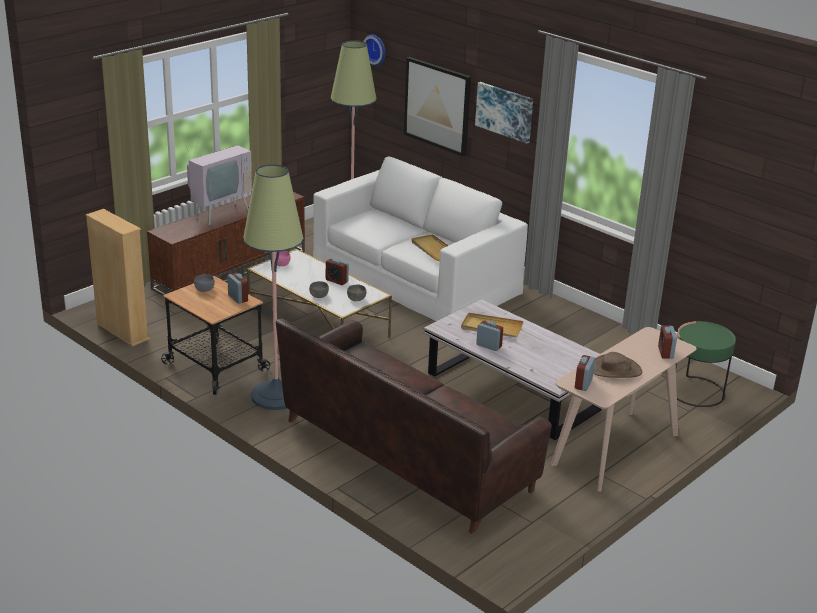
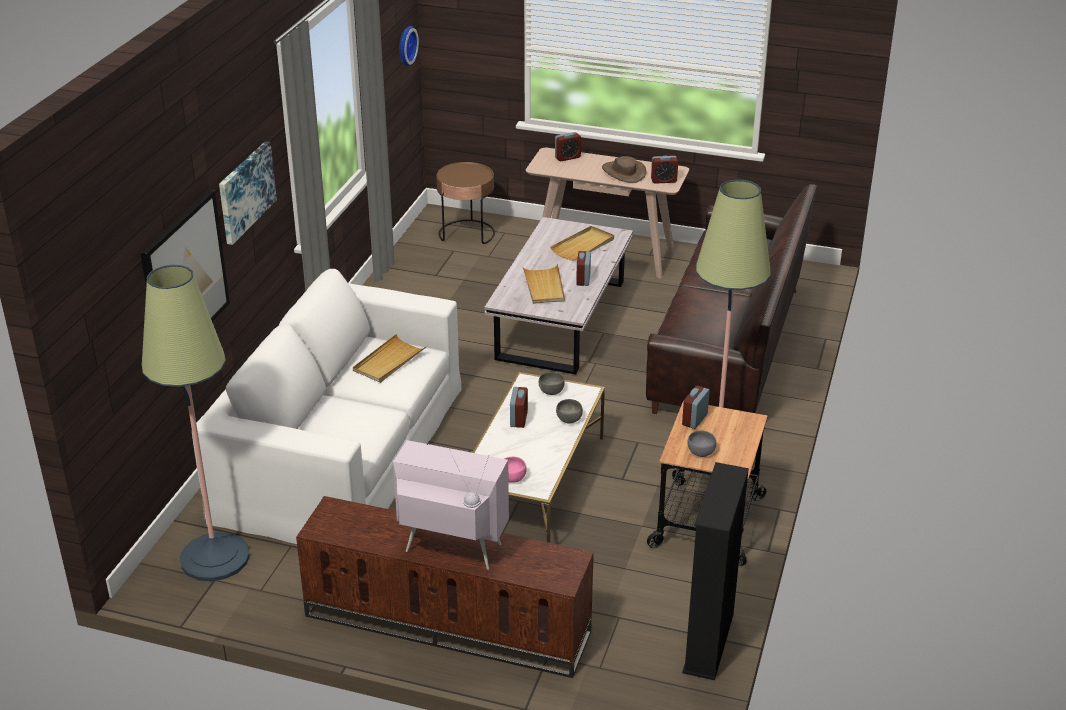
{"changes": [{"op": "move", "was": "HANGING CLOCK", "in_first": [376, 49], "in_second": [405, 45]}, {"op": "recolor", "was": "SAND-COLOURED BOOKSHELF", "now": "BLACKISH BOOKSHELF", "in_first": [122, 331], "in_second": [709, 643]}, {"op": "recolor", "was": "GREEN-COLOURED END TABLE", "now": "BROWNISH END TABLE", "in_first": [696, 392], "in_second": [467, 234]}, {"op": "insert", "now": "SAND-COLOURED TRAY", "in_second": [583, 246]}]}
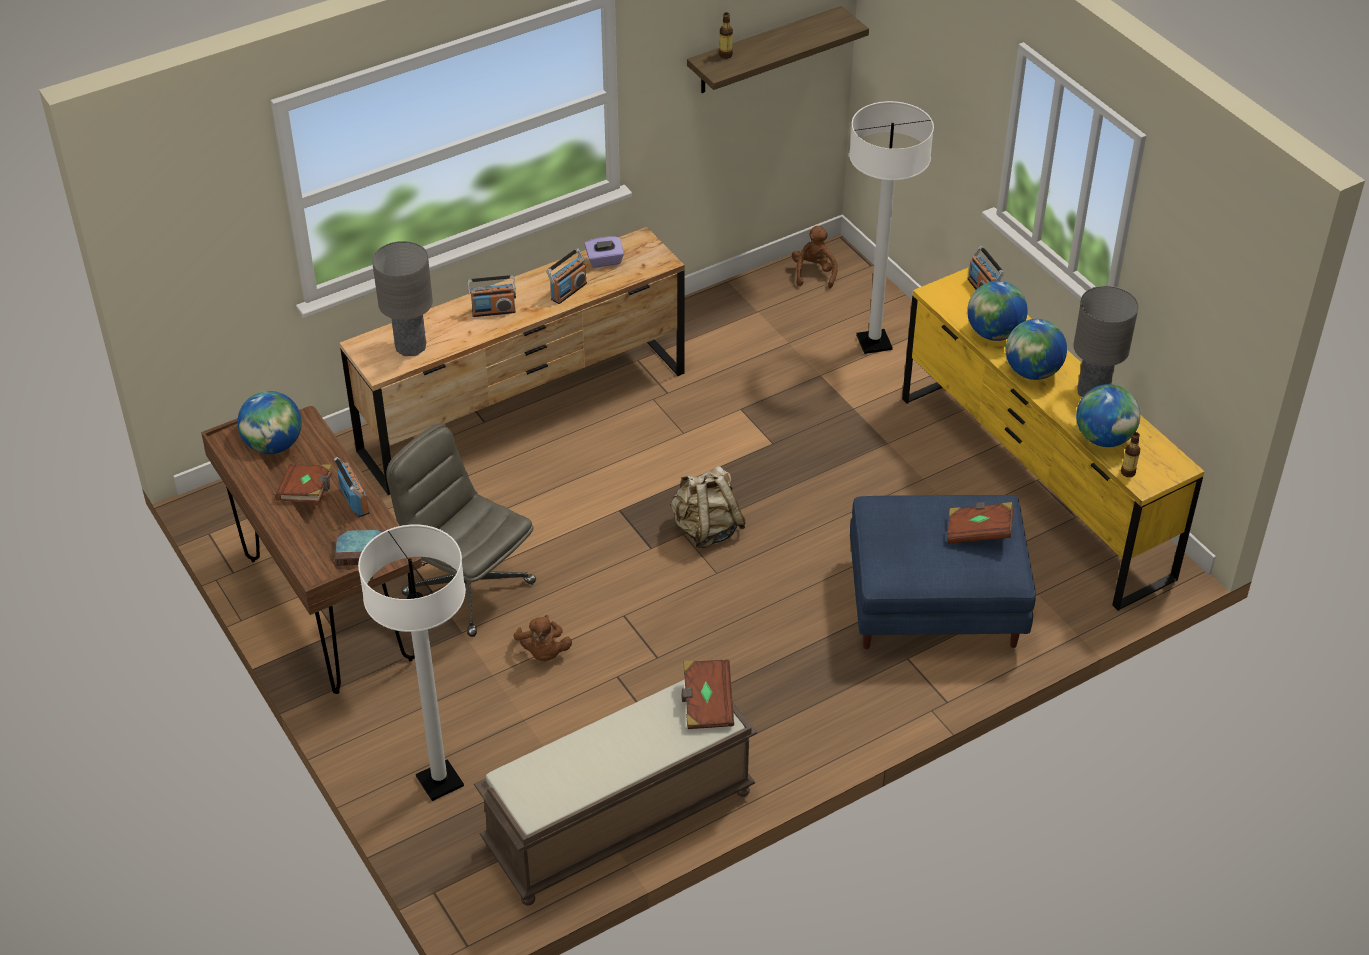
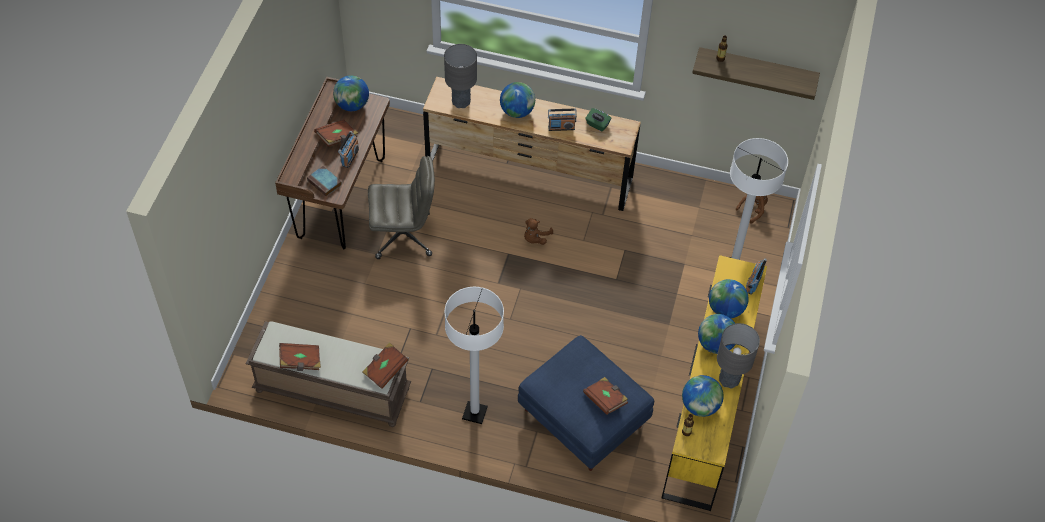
{"changes": [{"op": "recolor", "was": "PURPLE-COLOURED BOX OF TISSUES", "now": "GREEN-COLOURED BOX OF TISSUES", "in_first": [604, 261], "in_second": [597, 124]}, {"op": "replace", "was": "RADIO RECEIVER", "now": "DESK GLOBE", "in_first": [493, 311], "in_second": [517, 111]}, {"op": "rotate", "was": "GRAY DESK CHAIR", "in_first": [467, 587], "in_second": [404, 235], "clockwise": 90}, {"op": "delete", "was": "SAND-COLOURED RUCKSACK", "in_first": [706, 529]}, {"op": "move", "was": "WHITISH STANDARD LAMP", "in_first": [440, 782], "in_second": [474, 413]}, {"op": "move", "was": "BROWNISH CUDDLY TOY", "in_first": [543, 652], "in_second": [535, 238]}, {"op": "insert", "now": "BROWNISH BOOK", "in_second": [300, 361]}]}
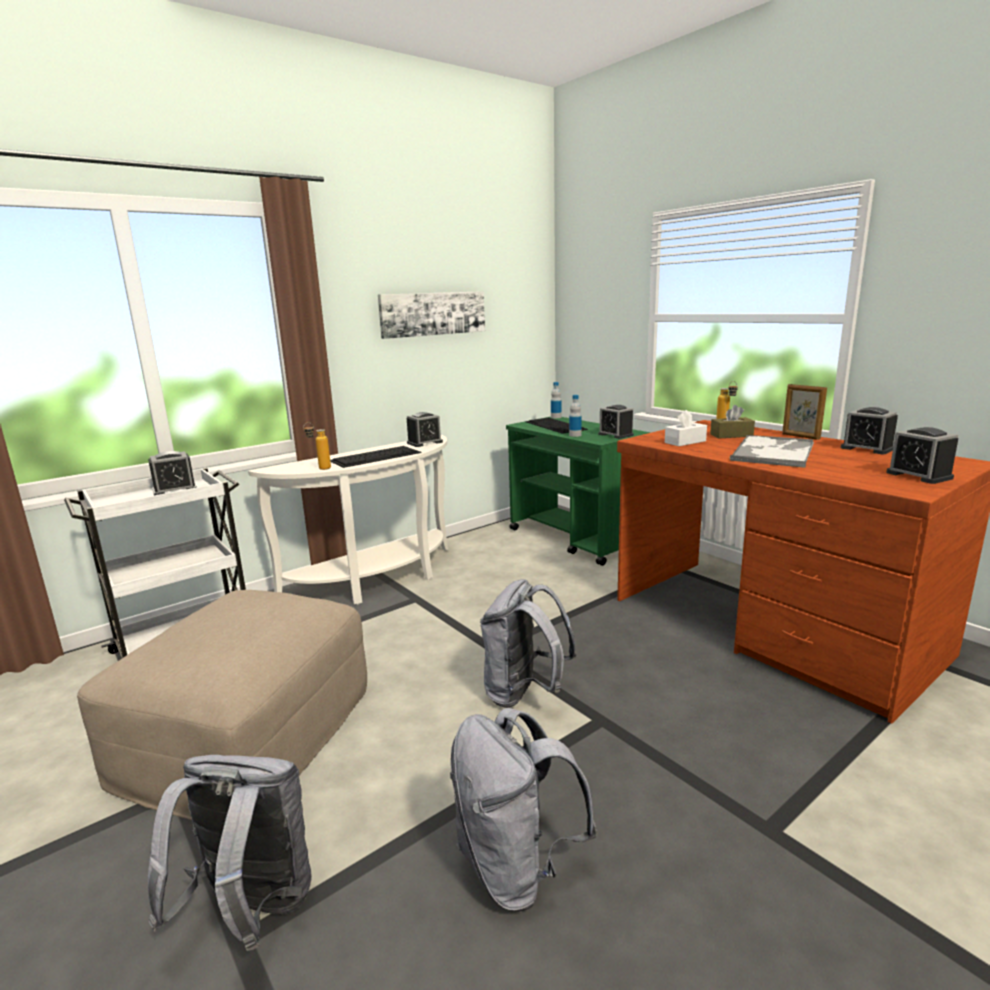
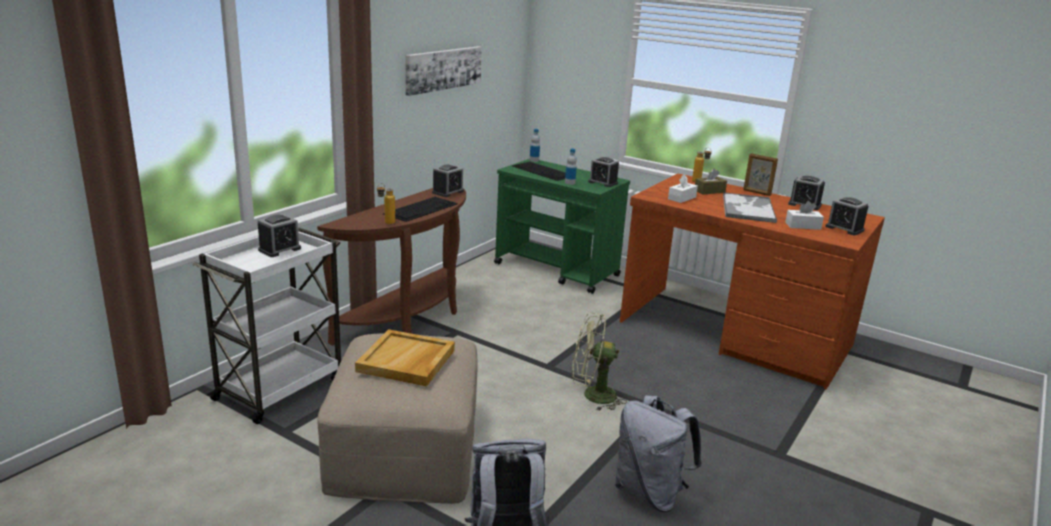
{"changes": [{"op": "recolor", "was": "WHITISH CONSOLE TABLE", "now": "BROWNISH CONSOLE TABLE", "in_first": [379, 581], "in_second": [410, 319]}, {"op": "replace", "was": "GRAY RUCKSACK", "now": "GREEN-COLOURED FAN", "in_first": [524, 693], "in_second": [592, 396]}, {"op": "insert", "now": "WHITISH BOX OF TISSUES", "in_second": [802, 226]}, {"op": "insert", "now": "SAND-COLOURED TRAY", "in_second": [406, 361]}]}
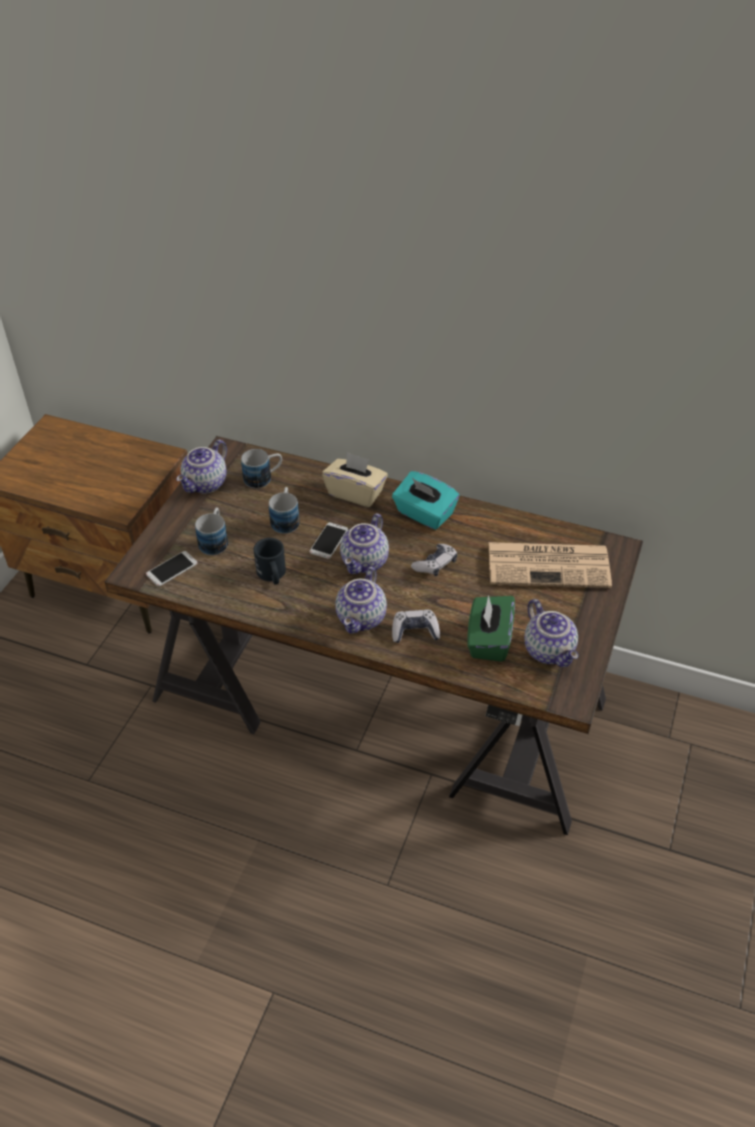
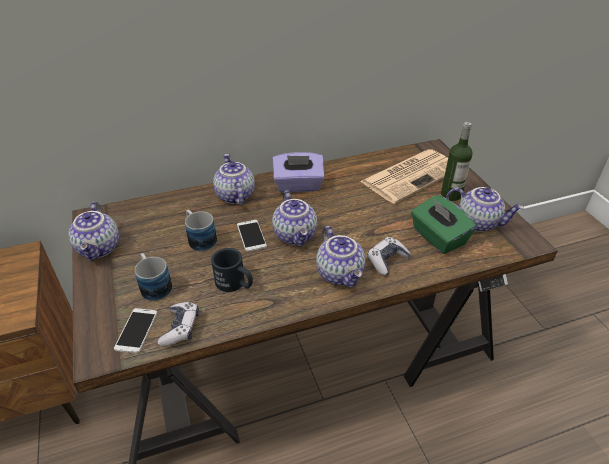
{"changes": [{"op": "delete", "was": "COFFEE MUG", "in_first": [263, 478]}, {"op": "replace", "was": "SAND-COLOURED BOX OF TISSUES", "now": "POT FOR TEA", "in_first": [355, 493], "in_second": [234, 196]}, {"op": "recolor", "was": "BLUE-GREEN BOX OF TISSUES", "now": "PURPLE-COLOURED BOX OF TISSUES", "in_first": [424, 514], "in_second": [298, 185]}, {"op": "move", "was": "GAMEPAD", "in_first": [435, 564], "in_second": [180, 328]}, {"op": "insert", "now": "DRINK BOTTLE", "in_second": [451, 194]}]}
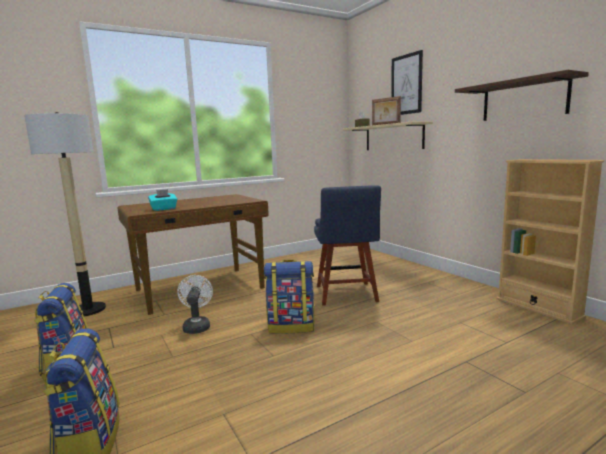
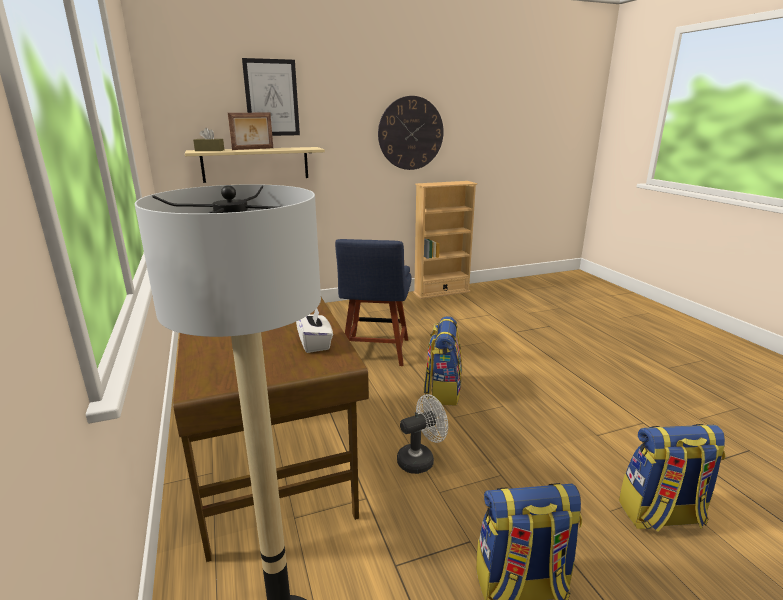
{"changes": [{"op": "replace", "was": "BRACKET SHELF", "now": "HANGING CLOCK", "in_first": [524, 100], "in_second": [411, 133]}, {"op": "rotate", "was": "BLUE CHAIR", "in_first": [346, 295], "in_second": [375, 352], "clockwise": 90}, {"op": "recolor", "was": "BLUE-GREEN BOX OF TISSUES", "now": "WHITISH BOX OF TISSUES", "in_first": [164, 209], "in_second": [315, 343]}, {"op": "rotate", "was": "WHITISH FAN", "in_first": [197, 326], "in_second": [420, 459], "clockwise": 150}]}
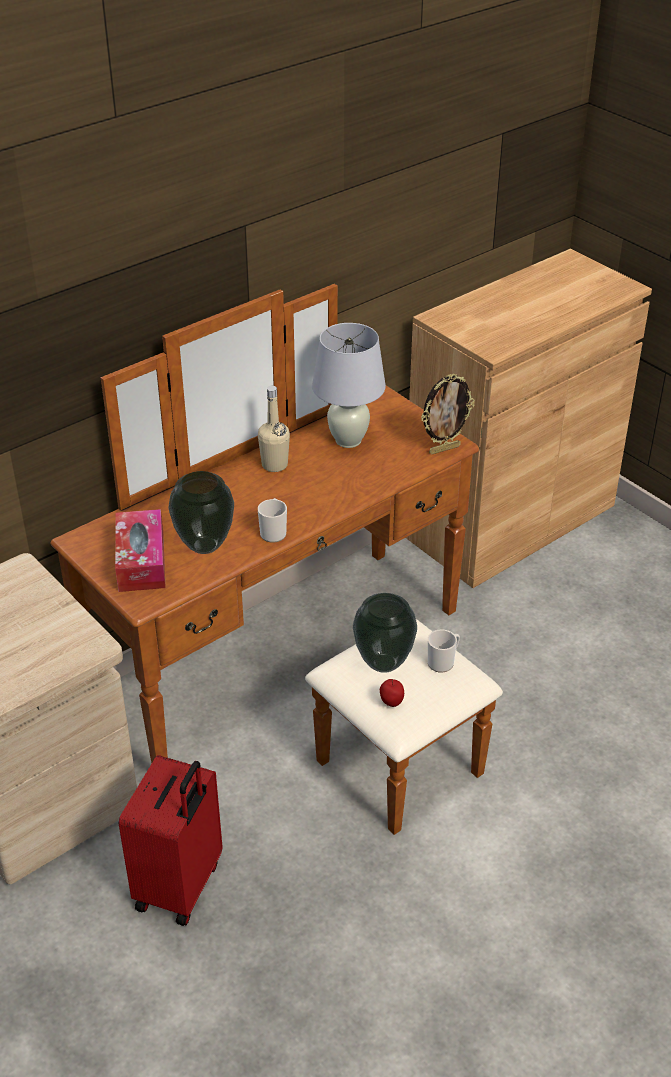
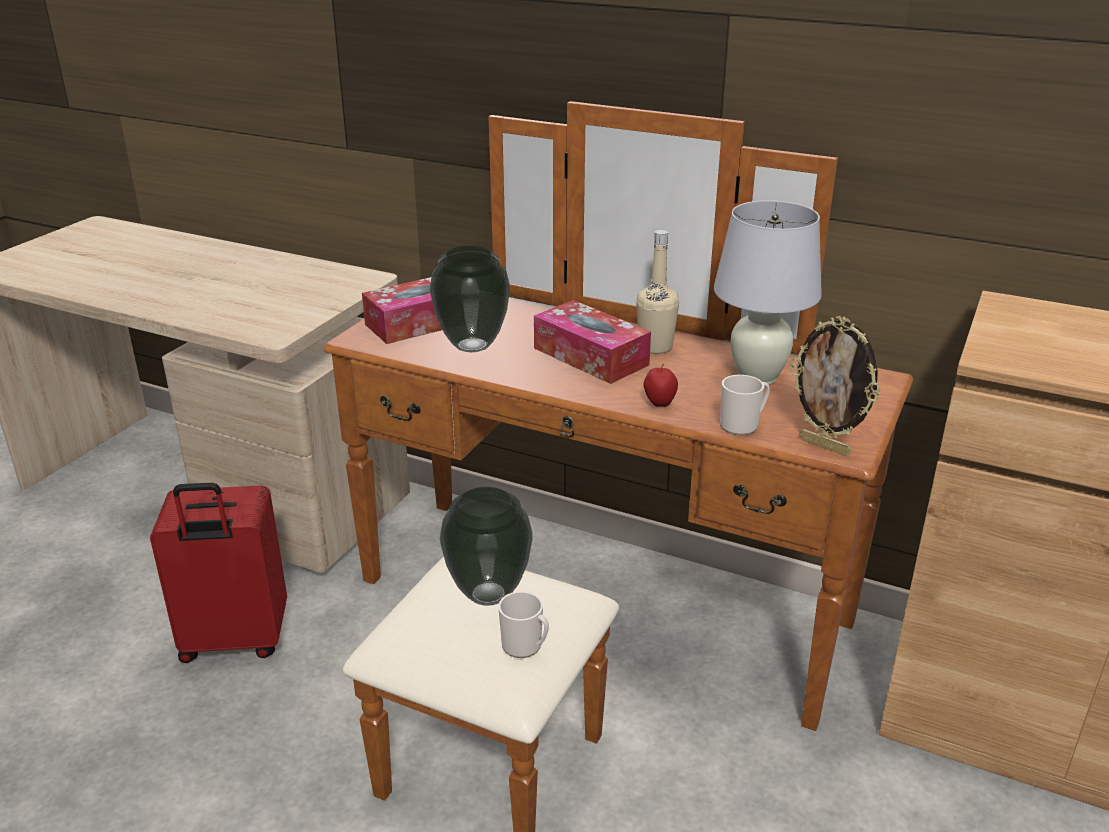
{"changes": [{"op": "move", "was": "COFFEE MUG", "in_first": [273, 532], "in_second": [742, 425]}, {"op": "move", "was": "APPLE FRUIT", "in_first": [391, 703], "in_second": [659, 404]}, {"op": "insert", "now": "BOX OF TISSUES", "in_second": [590, 356]}]}
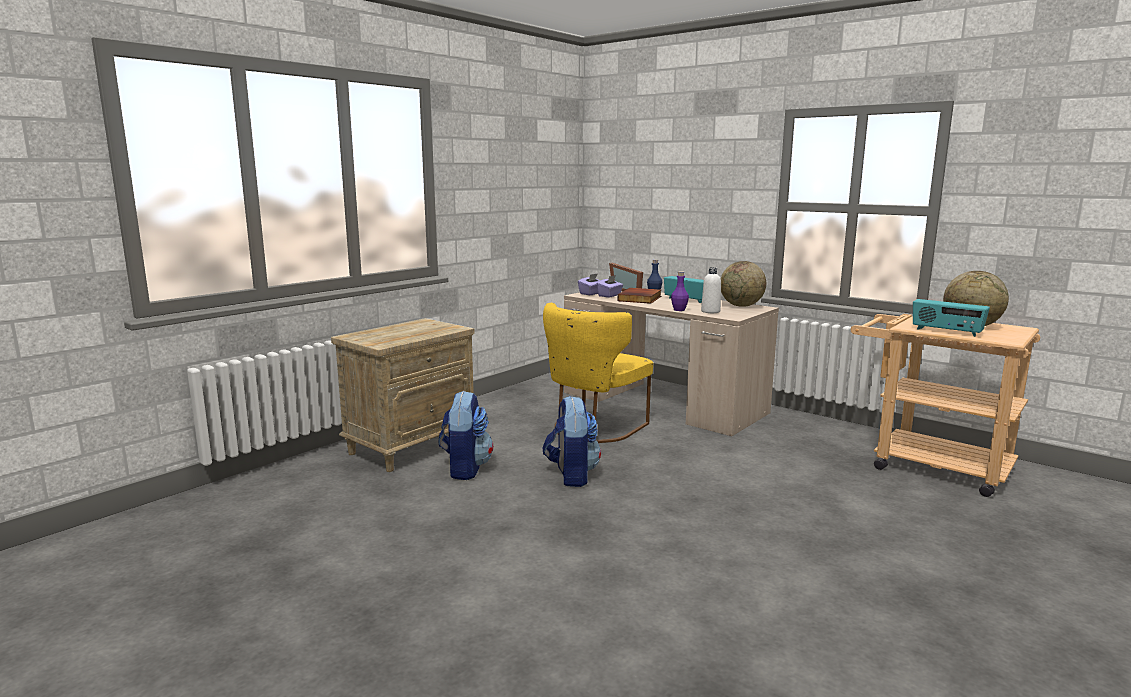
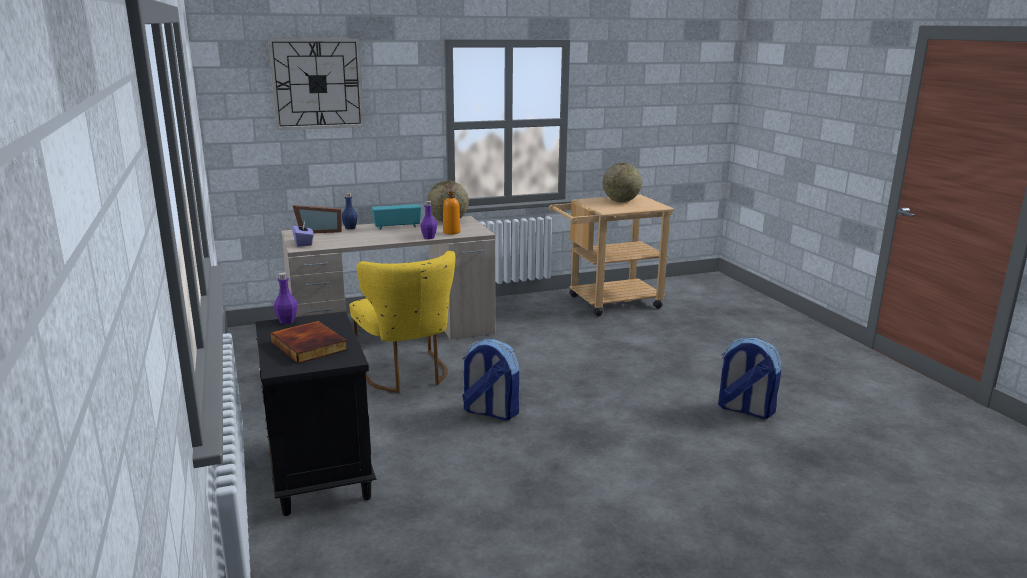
{"changes": [{"op": "recolor", "was": "WHITISH DRINK BOTTLE", "now": "ORANGEY DRINK BOTTLE", "in_first": [710, 311], "in_second": [451, 232]}, {"op": "delete", "was": "PURPLE-COLOURED BOX OF TISSUES", "in_first": [610, 295]}, {"op": "move", "was": "BOOK", "in_first": [640, 298], "in_second": [310, 345]}, {"op": "delete", "was": "RADIO RECEIVER", "in_first": [946, 332]}, {"op": "recolor", "was": "SAND-COLOURED BEDSIDE TABLE", "now": "BLACKISH BEDSIDE TABLE", "in_first": [412, 446], "in_second": [319, 471]}, {"op": "move", "was": "RUCKSACK", "in_first": [465, 468], "in_second": [744, 409]}, {"op": "insert", "now": "HANGING CLOCK", "in_second": [317, 84]}, {"op": "insert", "now": "PURPLE-COLOURED DRINK BOTTLE", "in_second": [287, 321]}]}
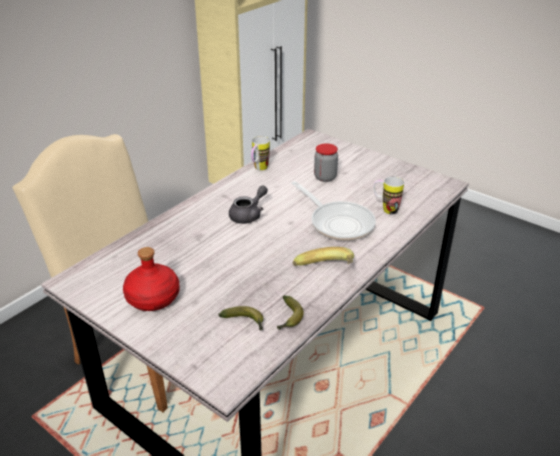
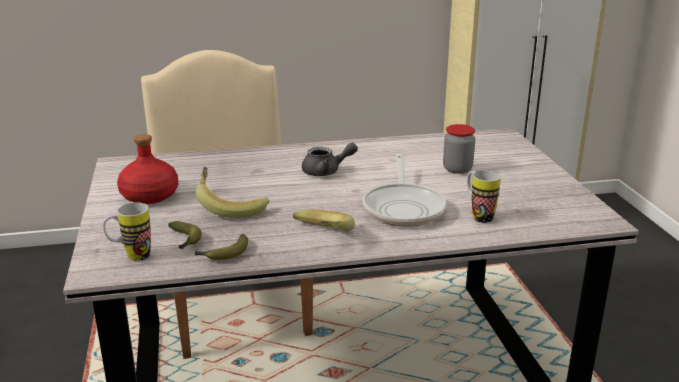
{"changes": [{"op": "move", "was": "COFFEE MUG", "in_first": [259, 169], "in_second": [131, 257]}, {"op": "insert", "now": "BANANA FRUIT", "in_second": [230, 207]}]}
